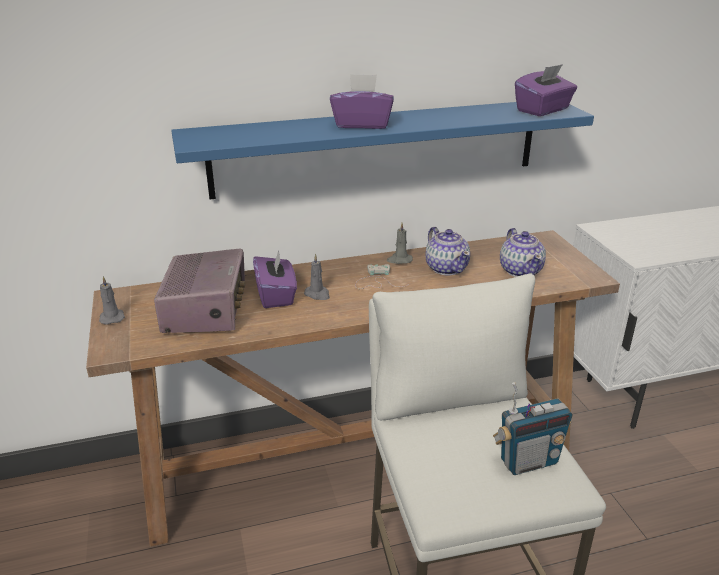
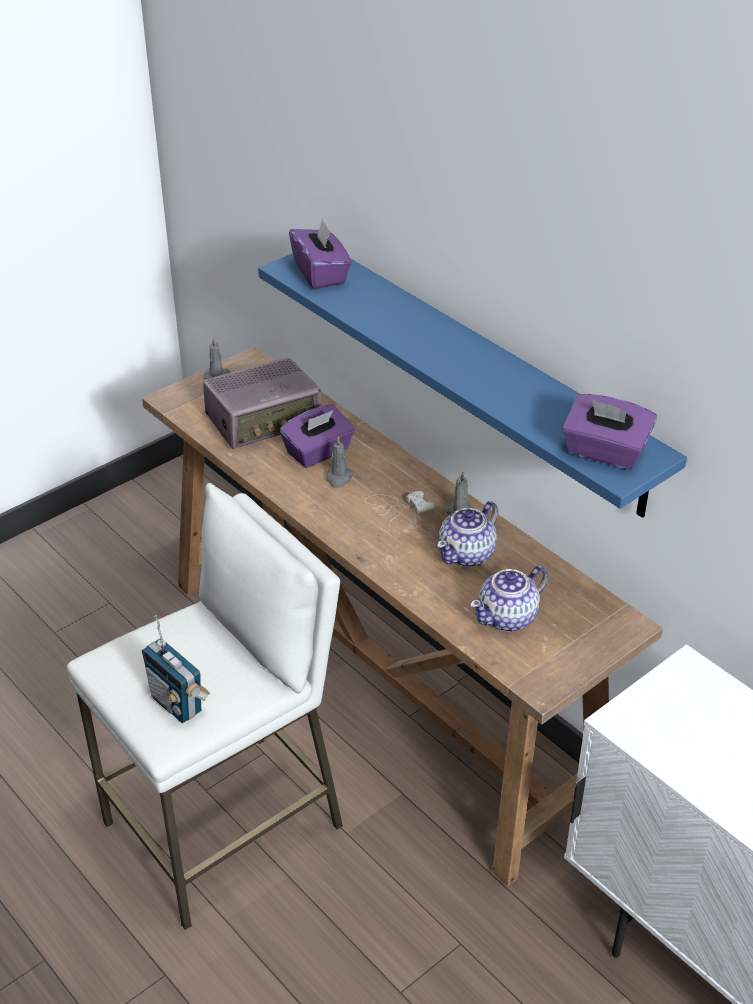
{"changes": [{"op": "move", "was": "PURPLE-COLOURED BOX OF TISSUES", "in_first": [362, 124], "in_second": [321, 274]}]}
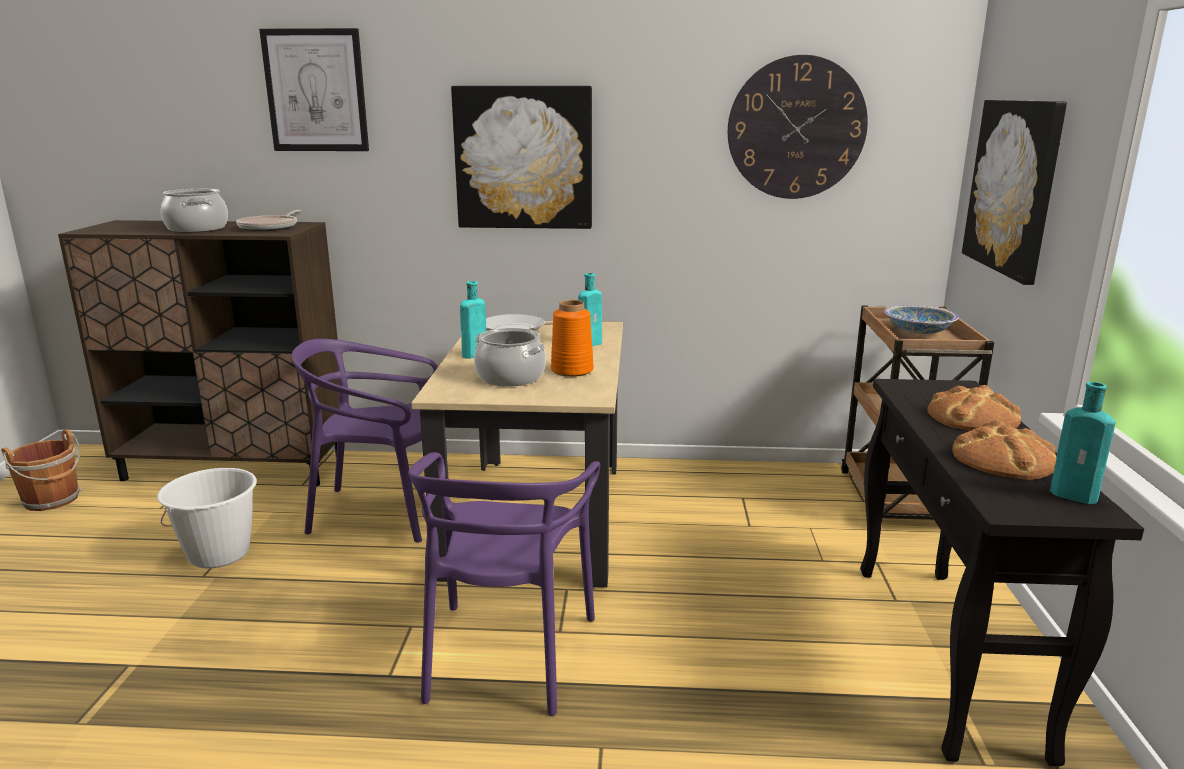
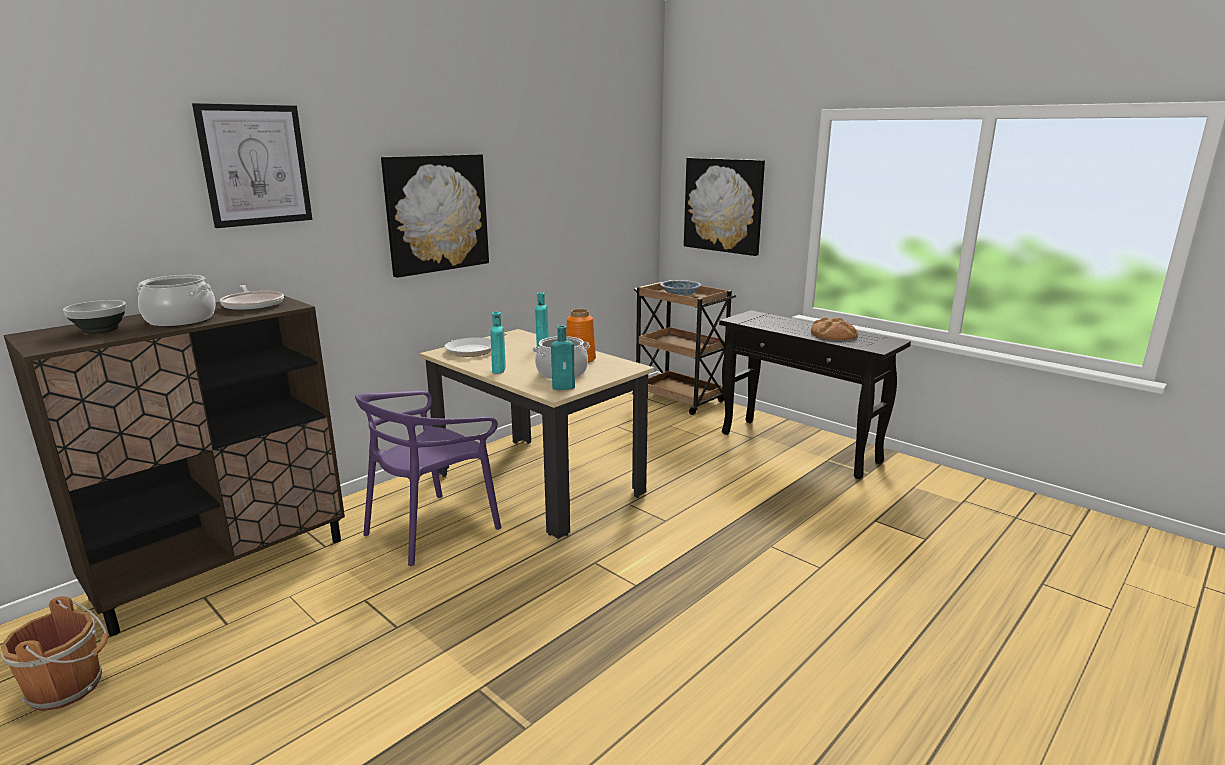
{"changes": [{"op": "delete", "was": "HANGING CLOCK", "in_first": [796, 128]}, {"op": "move", "was": "BLUE-GREEN DRINK BOTTLE", "in_first": [1077, 496], "in_second": [565, 387]}, {"op": "delete", "was": "BAKED BREAD", "in_first": [973, 417]}, {"op": "delete", "was": "PURPLE-COLOURED CHAIR", "in_first": [507, 654]}, {"op": "delete", "was": "WHITISH PAIL", "in_first": [219, 554]}, {"op": "insert", "now": "BOWL", "in_second": [99, 330]}]}
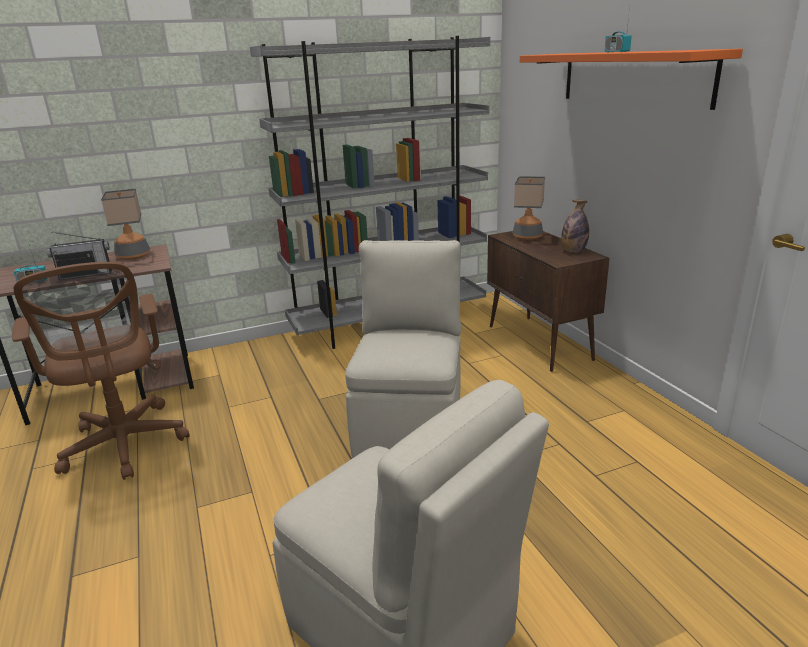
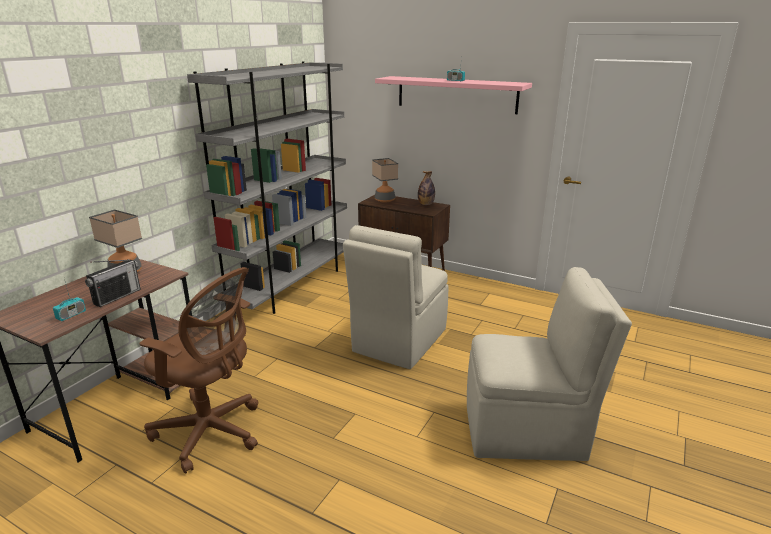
{"changes": [{"op": "recolor", "was": "ORANGEY BRACKET SHELF", "now": "PINKISH BRACKET SHELF", "in_first": [633, 77], "in_second": [456, 94]}, {"op": "rotate", "was": "SAND-COLOURED CHAIR", "in_first": [411, 428], "in_second": [398, 341], "clockwise": -120}]}
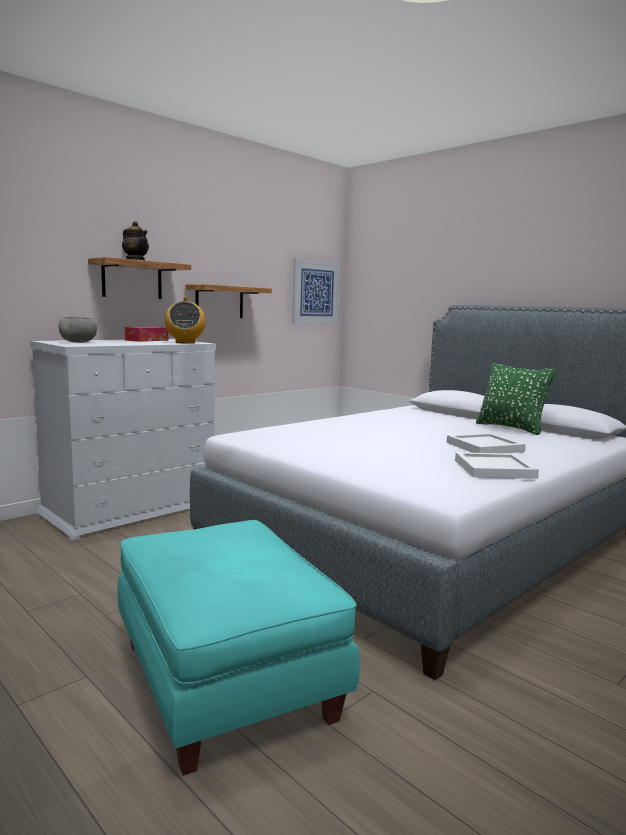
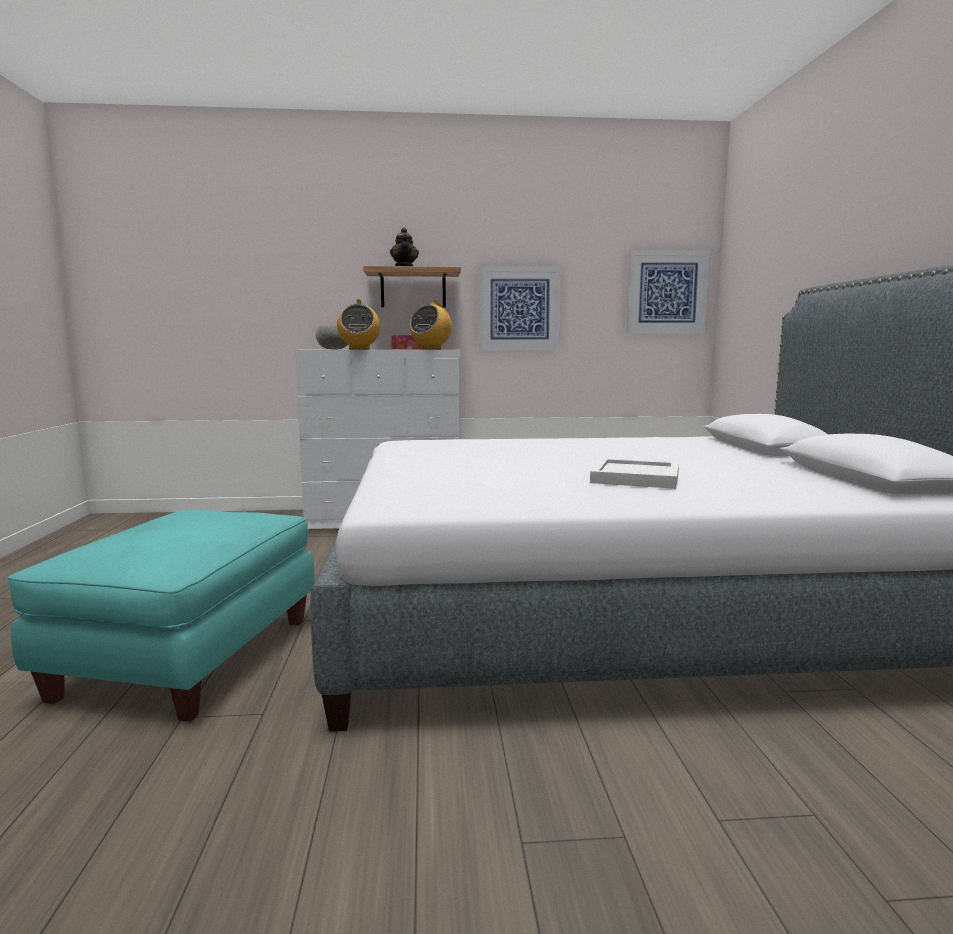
{"changes": [{"op": "replace", "was": "BRACKET SHELF", "now": "PICTURE", "in_first": [219, 302], "in_second": [519, 309]}, {"op": "delete", "was": "GREEN-COLOURED CUSHION", "in_first": [511, 428]}, {"op": "delete", "was": "WHITISH TRAY", "in_first": [493, 469]}, {"op": "insert", "now": "RADIO RECEIVER", "in_second": [359, 349]}]}
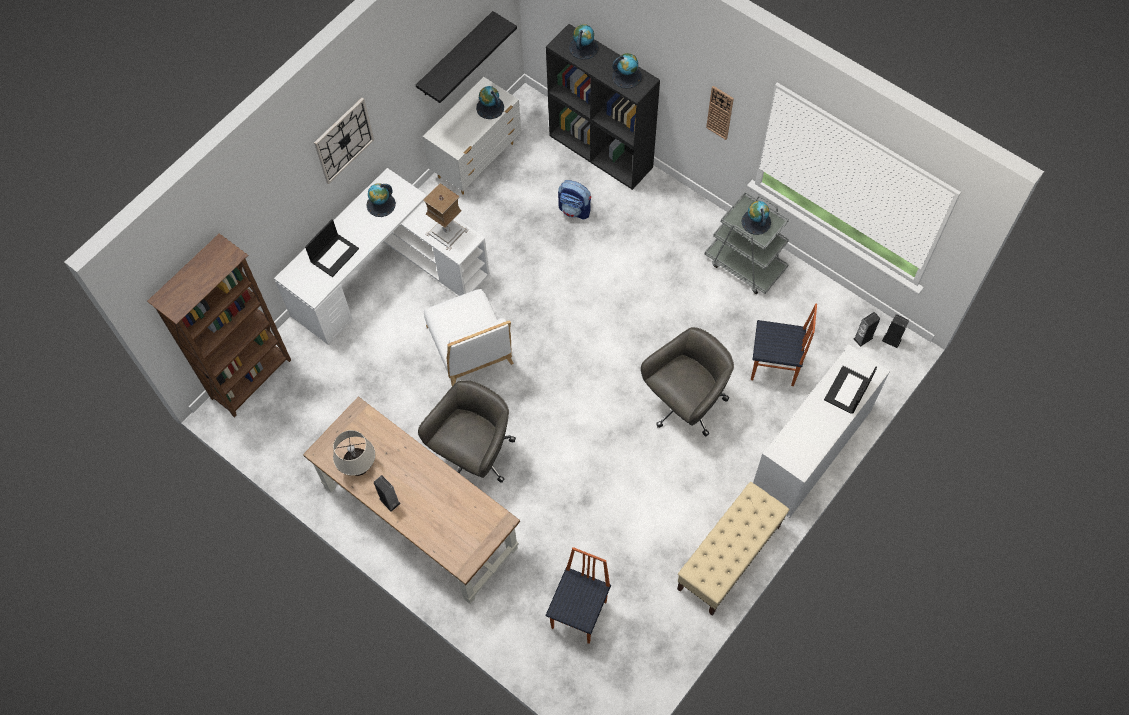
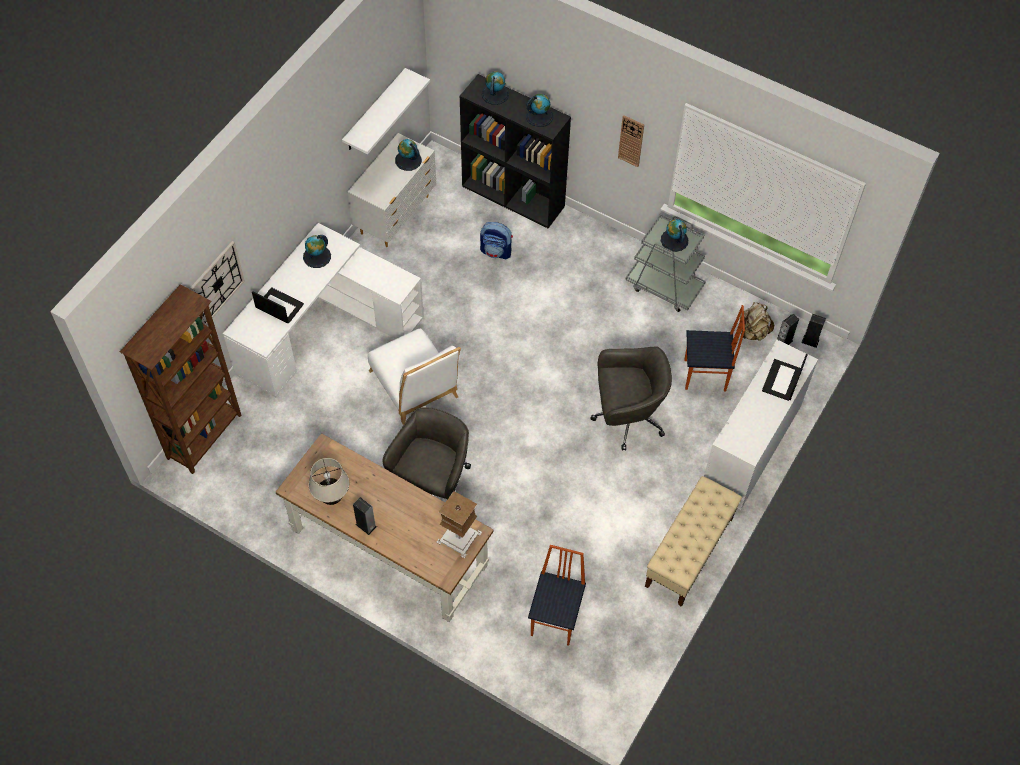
{"changes": [{"op": "recolor", "was": "BLACKISH BRACKET SHELF", "now": "WHITISH BRACKET SHELF", "in_first": [455, 55], "in_second": [374, 111]}, {"op": "move", "was": "HANGING CLOCK", "in_first": [343, 140], "in_second": [217, 283]}, {"op": "move", "was": "TABLE LAMP", "in_first": [447, 231], "in_second": [459, 536]}, {"op": "rotate", "was": "PORTABLE COMPUTER", "in_first": [334, 254], "in_second": [279, 306], "clockwise": -90}, {"op": "rotate", "was": "GRAY DESK CHAIR", "in_first": [685, 404], "in_second": [627, 417], "clockwise": 45}, {"op": "insert", "now": "SAND-COLOURED RUCKSACK", "in_second": [752, 332]}]}
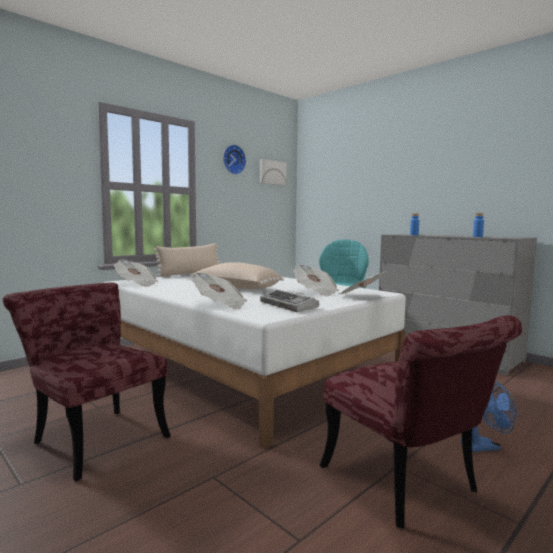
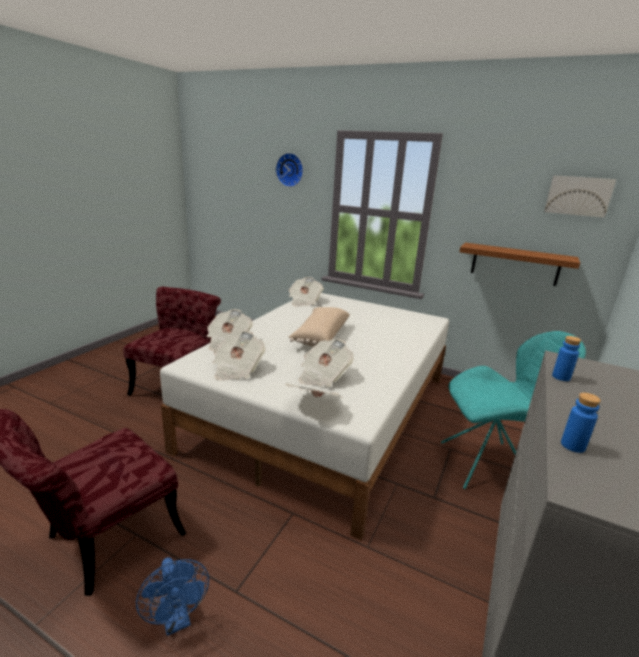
{"changes": [{"op": "move", "was": "HANGING CLOCK", "in_first": [233, 159], "in_second": [290, 170]}, {"op": "delete", "was": "SAND-COLOURED CUSHION", "in_first": [190, 274]}, {"op": "replace", "was": "COMPUTER KEYBOARD", "now": "PRINTED PAPER", "in_first": [289, 306], "in_second": [237, 369]}, {"op": "insert", "now": "BROWNISH BRACKET SHELF", "in_second": [515, 264]}]}
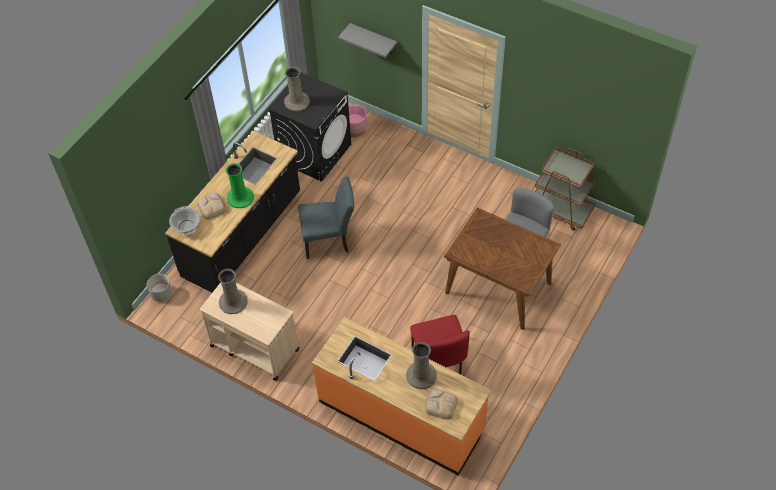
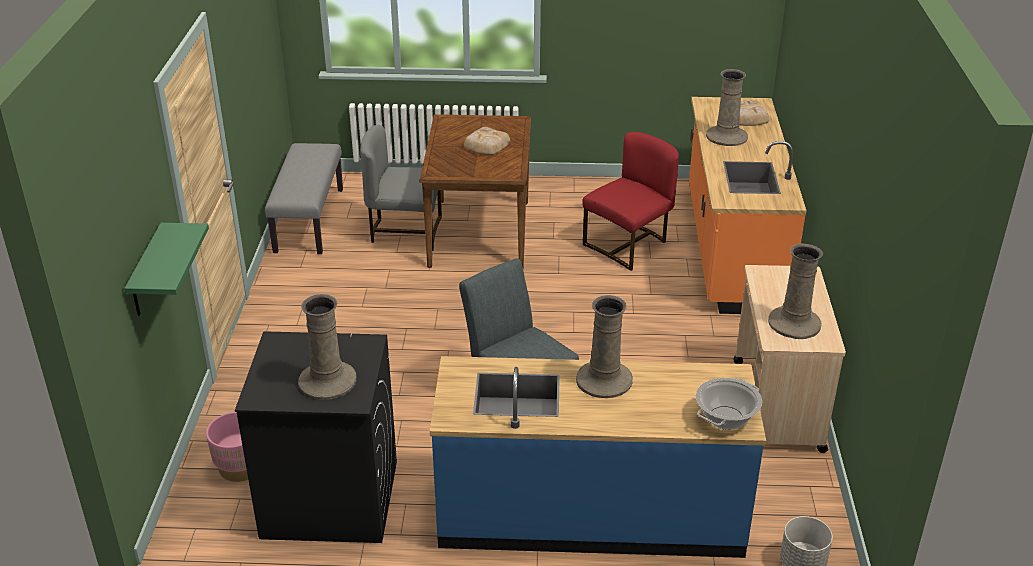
{"changes": [{"op": "recolor", "was": "GRAY BRACKET SHELF", "now": "GREEN-COLOURED BRACKET SHELF", "in_first": [373, 39], "in_second": [147, 272]}, {"op": "recolor", "was": "BLACKISH COUNTER", "now": "BLUE COUNTER", "in_first": [243, 235], "in_second": [590, 513]}, {"op": "replace", "was": "BROWNISH TROLLEY", "now": "GRAY BENCH", "in_first": [560, 210], "in_second": [308, 220]}, {"op": "recolor", "was": "GREEN-COLOURED VASE", "now": "SAND-COLOURED VASE", "in_first": [240, 197], "in_second": [603, 380]}, {"op": "move", "was": "BAKED BREAD", "in_first": [212, 207], "in_second": [486, 145]}]}
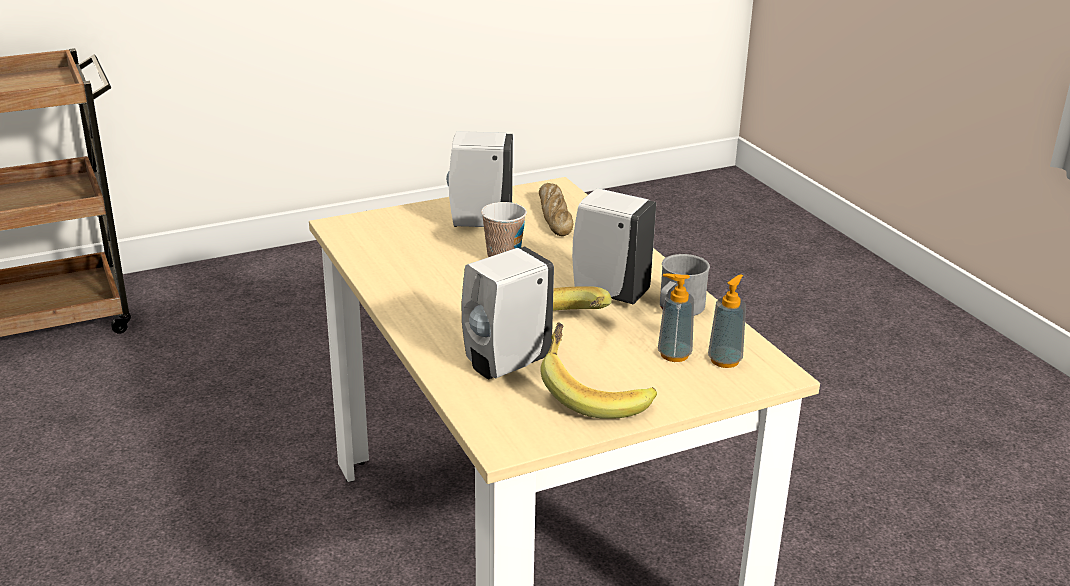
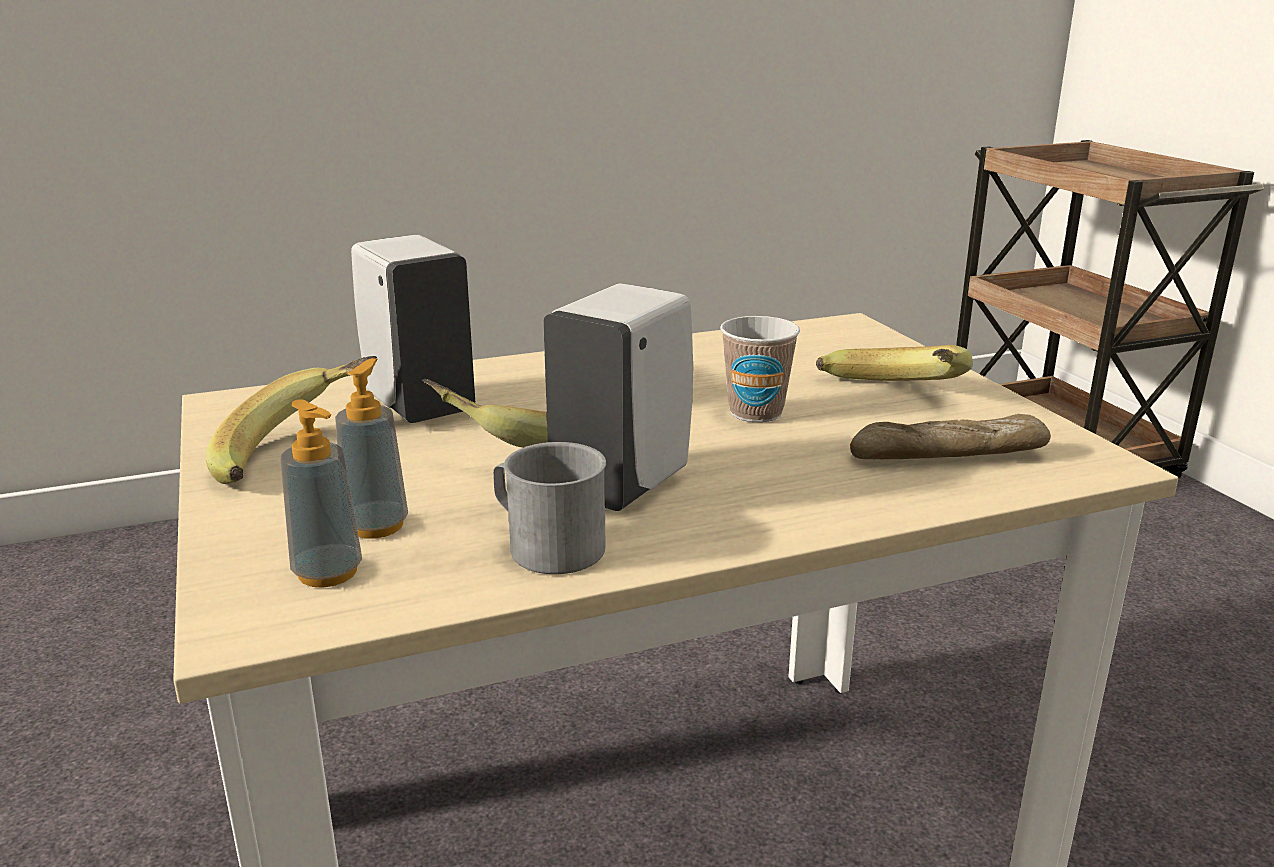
{"changes": [{"op": "replace", "was": "WHITISH LIQUID SOAP BOTTLE", "now": "BANANA FRUIT", "in_first": [478, 223], "in_second": [890, 399]}]}
